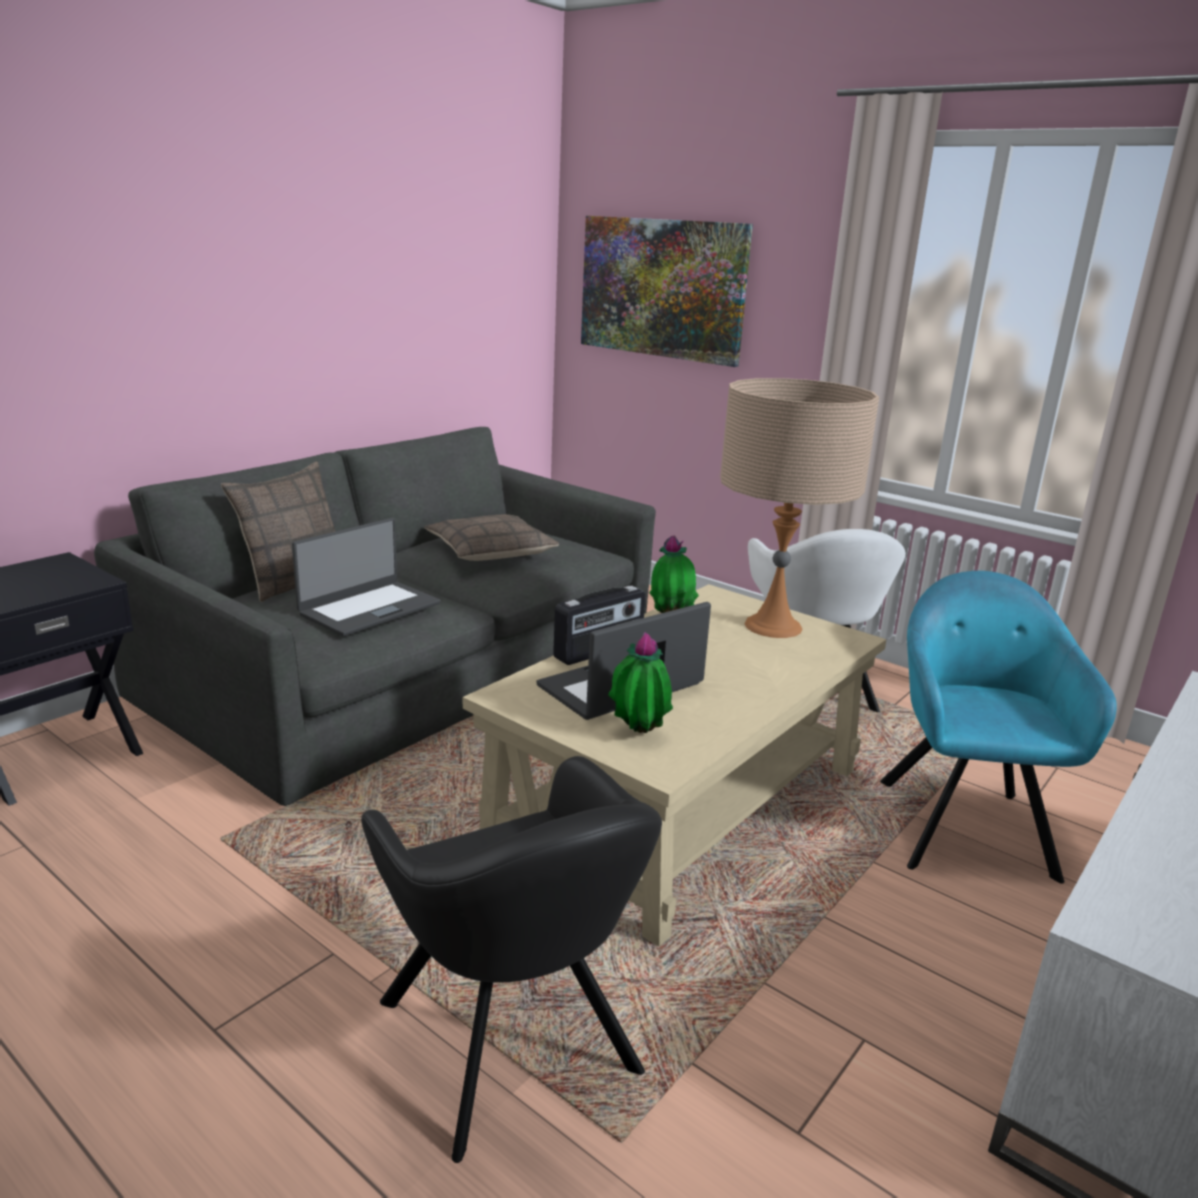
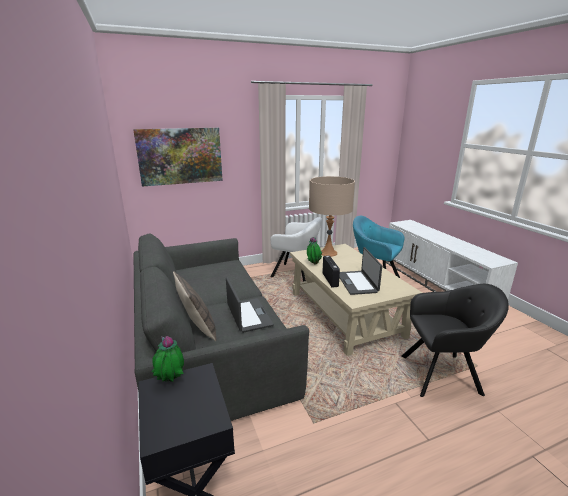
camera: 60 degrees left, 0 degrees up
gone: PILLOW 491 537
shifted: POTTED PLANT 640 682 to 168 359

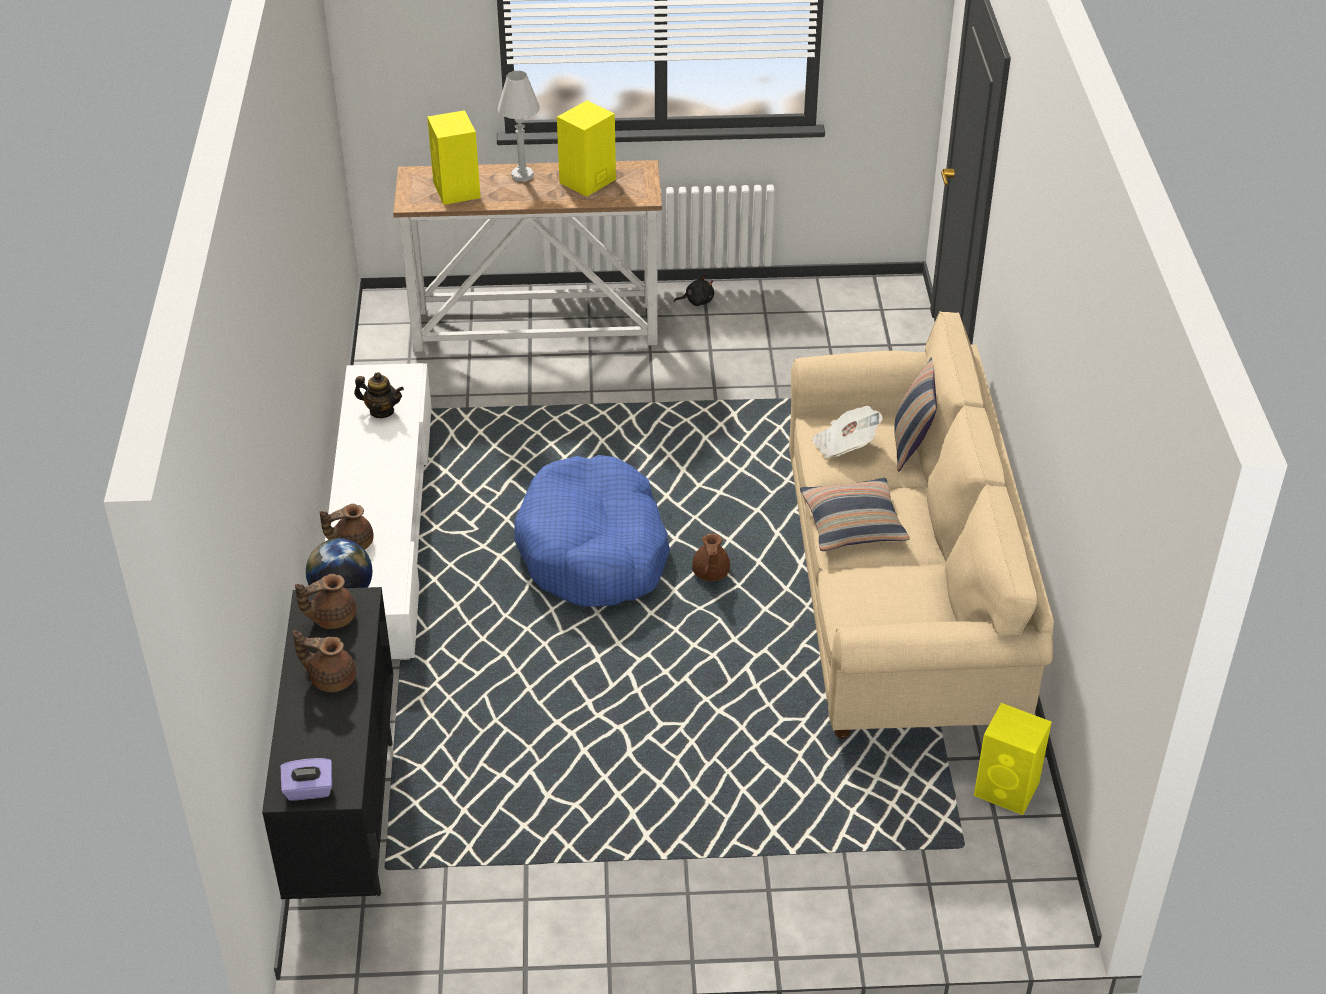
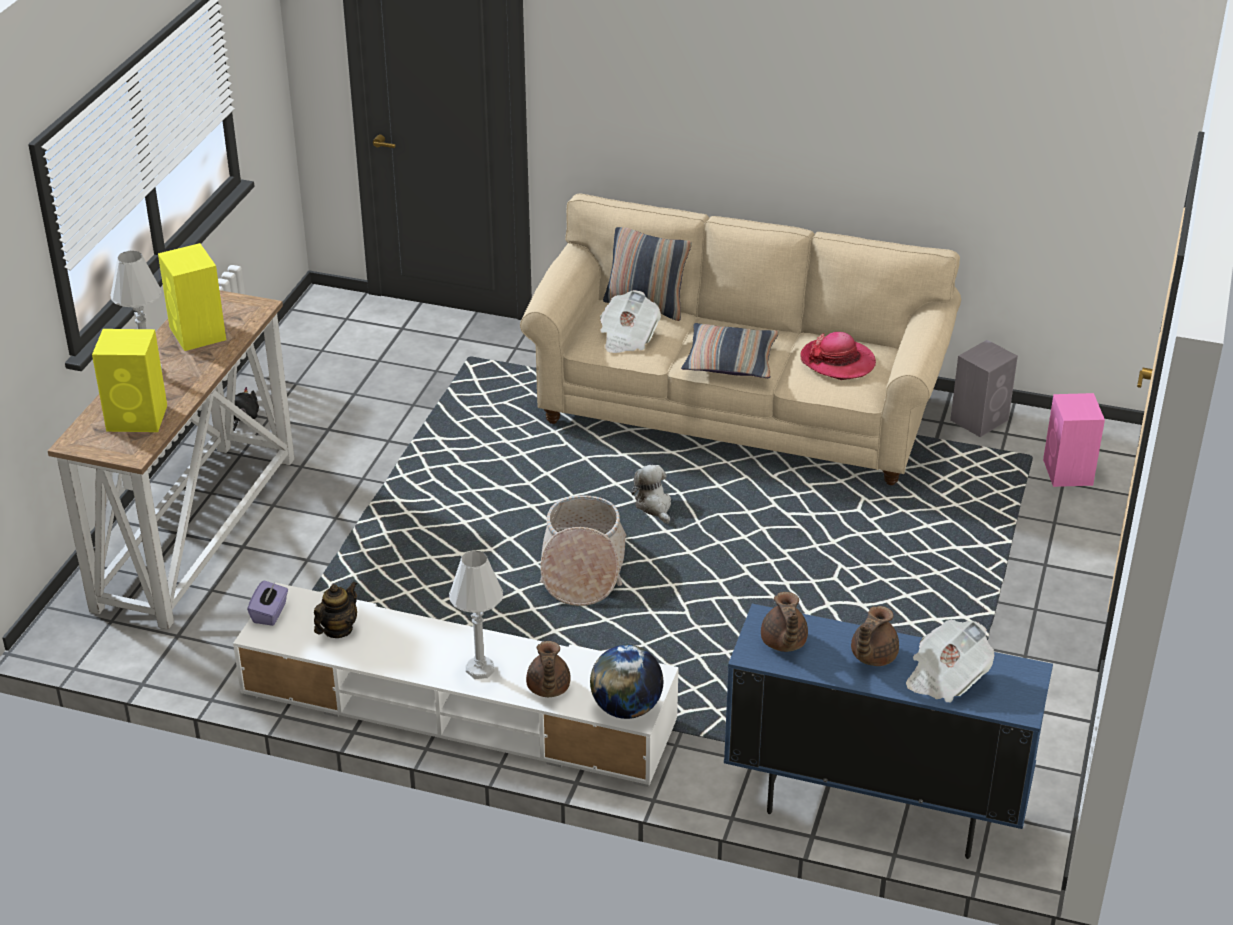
camera: 70 degrees left, 5 degrees down
new: WHITE TABLE LAMP 476 614; HAT 838 356; NEWSPAPER 950 661; PINK SPEAKER 1074 440
shifted: PURPLE TISSUE BOX 306 779 to 267 603
swapped: BLUE DOG BED 592 531 to BASKET 583 550; BROWN TEAPOT 711 557 to PLUSH TOY 651 494
repainted: BLACK CABINET 327 743 to BLUE CABINET 888 731; YELLOW SPEAKER 1013 759 to GREY SPEAKER 984 388

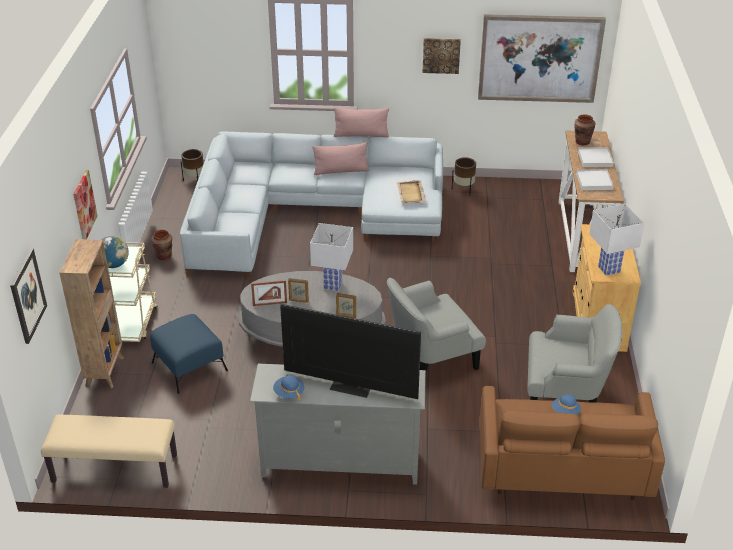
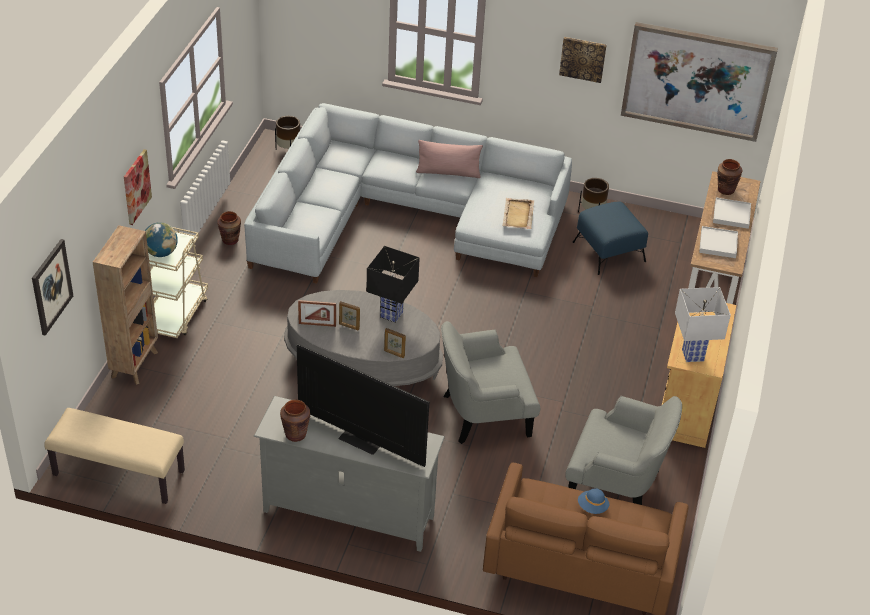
camera: 10 degrees right, 5 degrees up
gone: PINK PILLOW 361 122
shifted: BLUE OTTOMAN 189 354 to 610 238
swapped: BLUE HAT 288 388 to BROWN VASE 295 420
repainted: WHITE TABLE LAMP 331 257 to BLACK TABLE LAMP 393 284

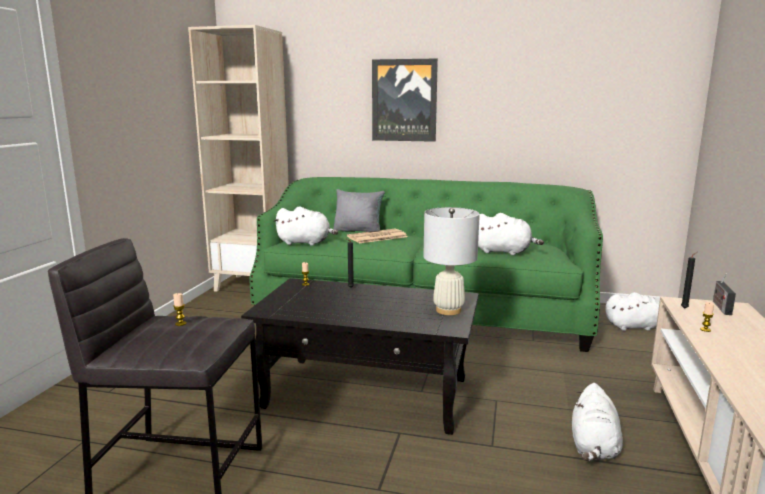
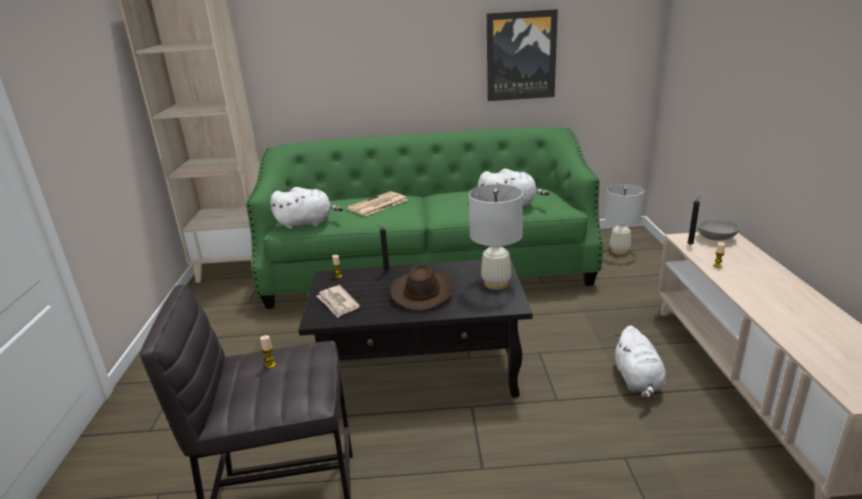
camera: 15 degrees left, 10 degrees up
gone: GREY PILLOW 359 210
new: NEWSPAPER 338 301; BROWN HAT 421 287
shifted: PICTURE 405 100 to 522 55
swapped: WHITE PLUSH TOY 632 311 to WHITE TABLE LAMP 624 219; RADIO 724 294 to GREY BOWL 718 229

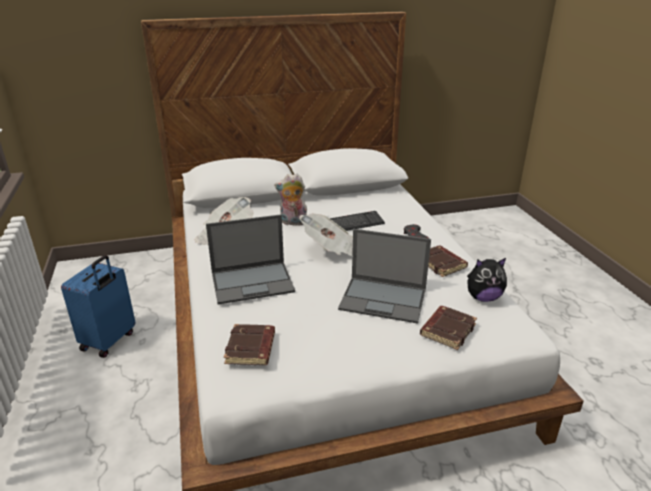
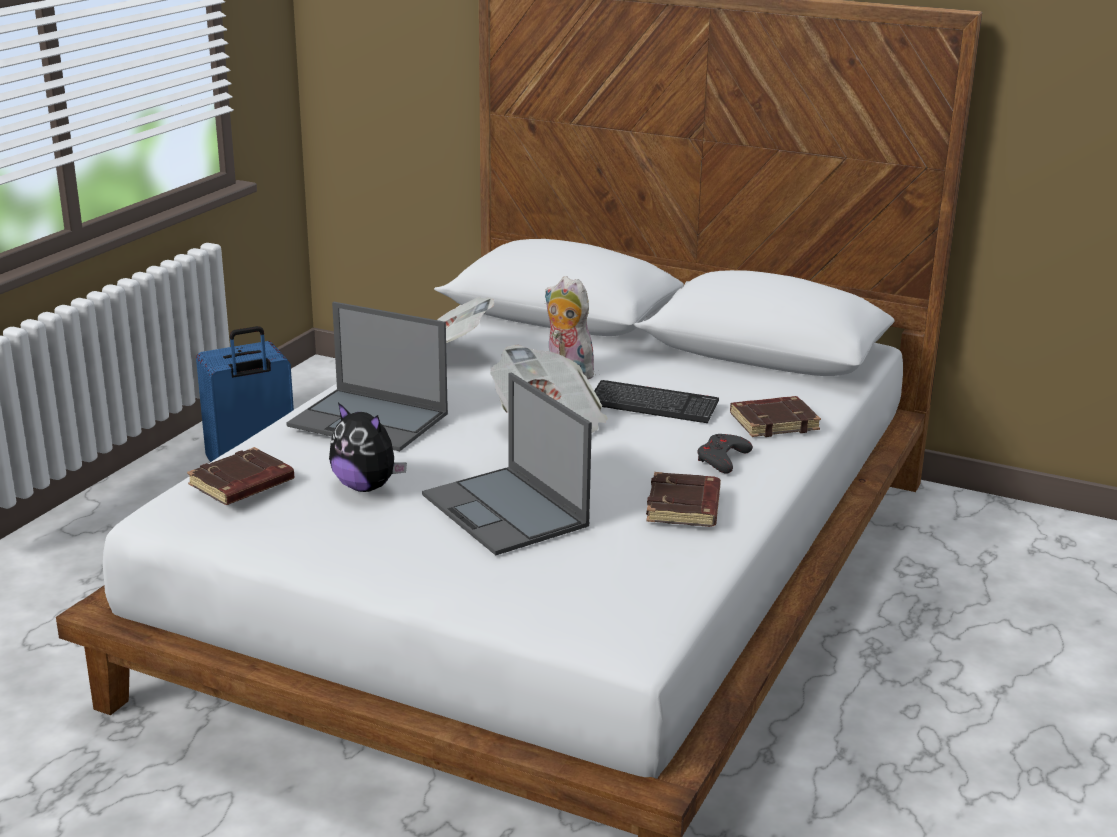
camera: 40 degrees right, 5 degrees down
shifted: PLUSH TOY 487 280 to 368 447; BROWN BOOK 448 328 to 775 416

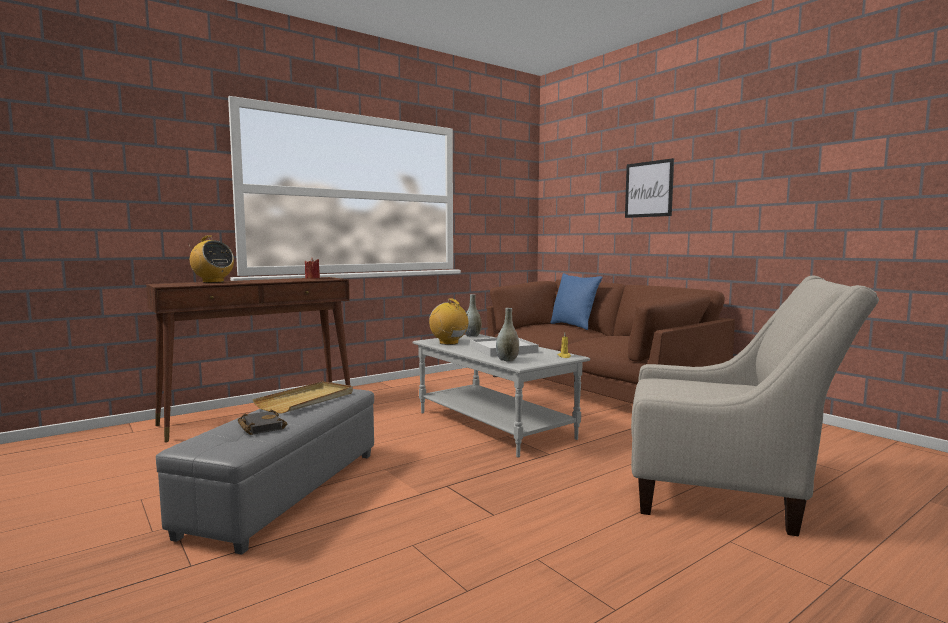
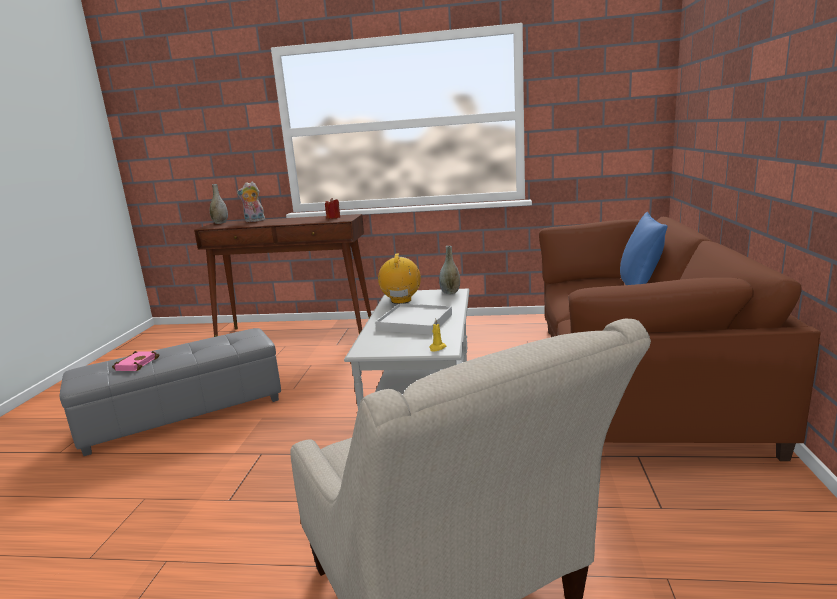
camera: 45 degrees right, 10 degrees up
gone: BEIGE TRAY 303 397; PICTURE 649 188
shifted: GREY VASE 507 335 to 219 204
swapped: RADIO 211 259 to PLUSH TOY 251 202
repainted: BLACK BOOK 262 422 to PINK BOOK 136 361

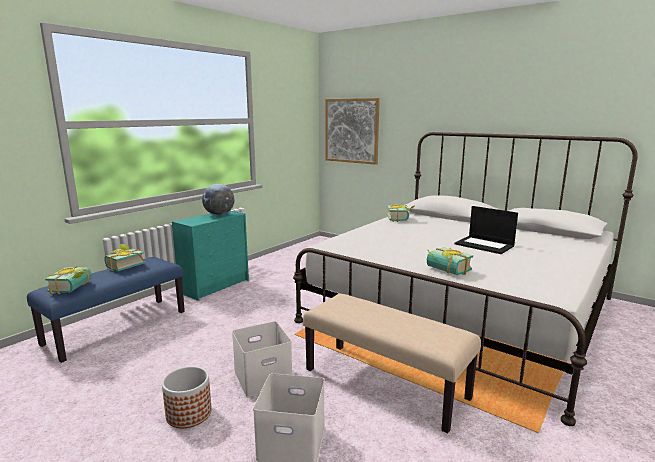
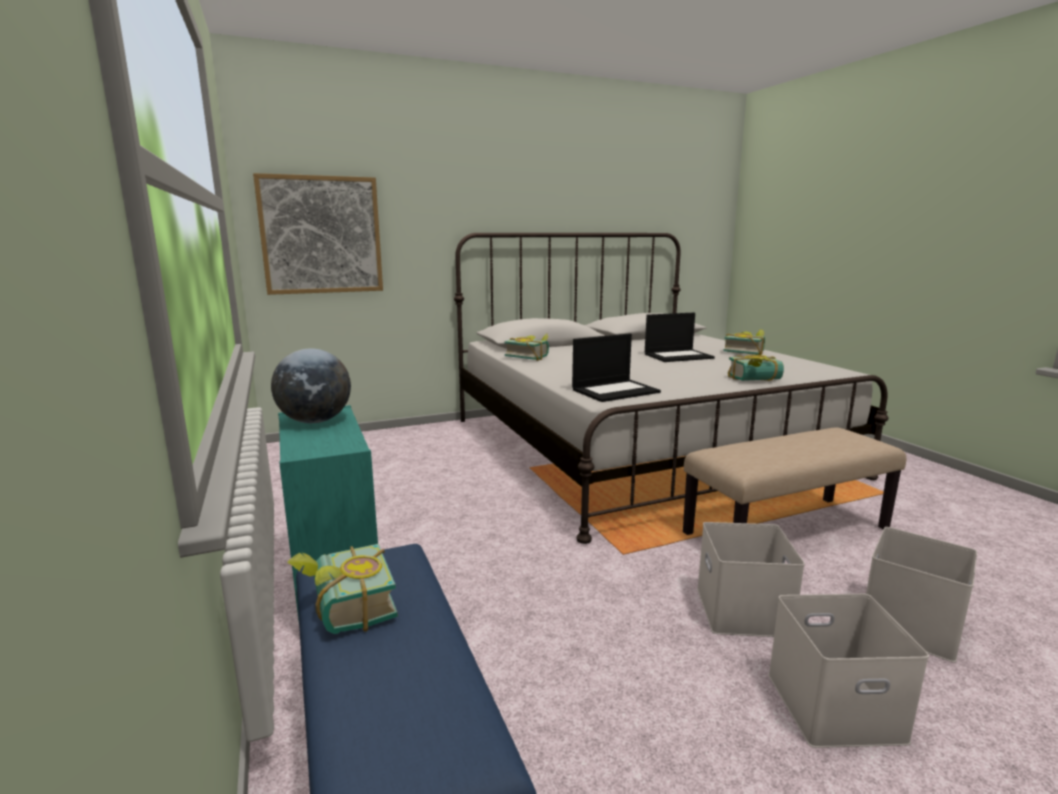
camera: 60 degrees left, 0 degrees up
new: LAPTOP 616 367
shifted: BOOK 68 280 to 744 342
swapped: PLANTER 187 397 to WHITE STORAGE BOX 848 671

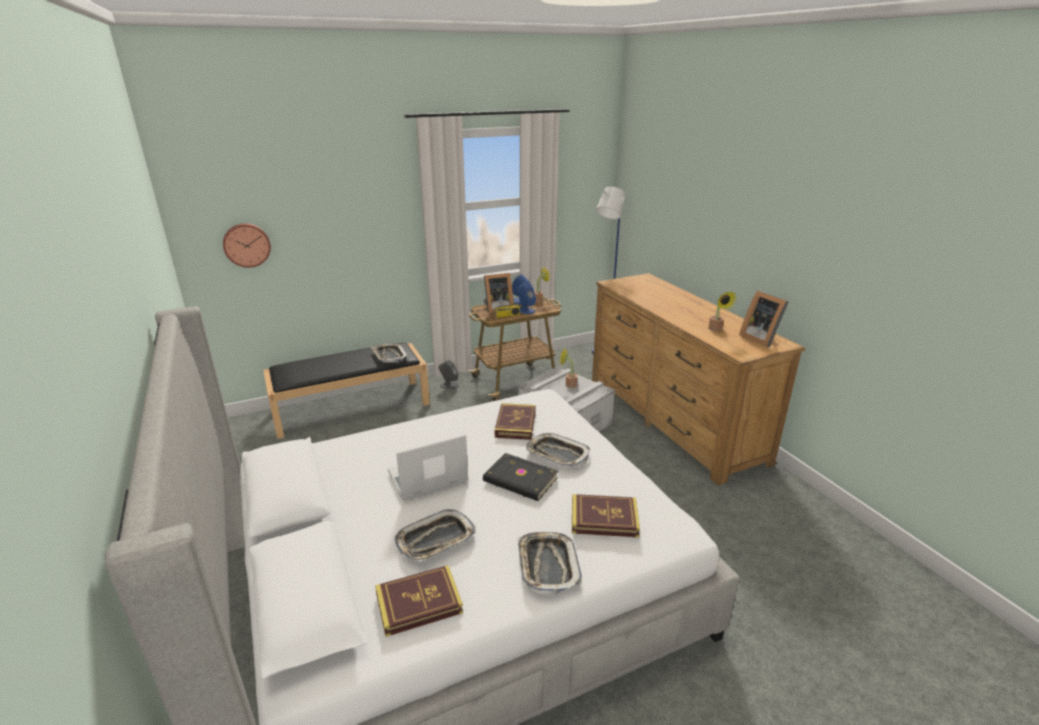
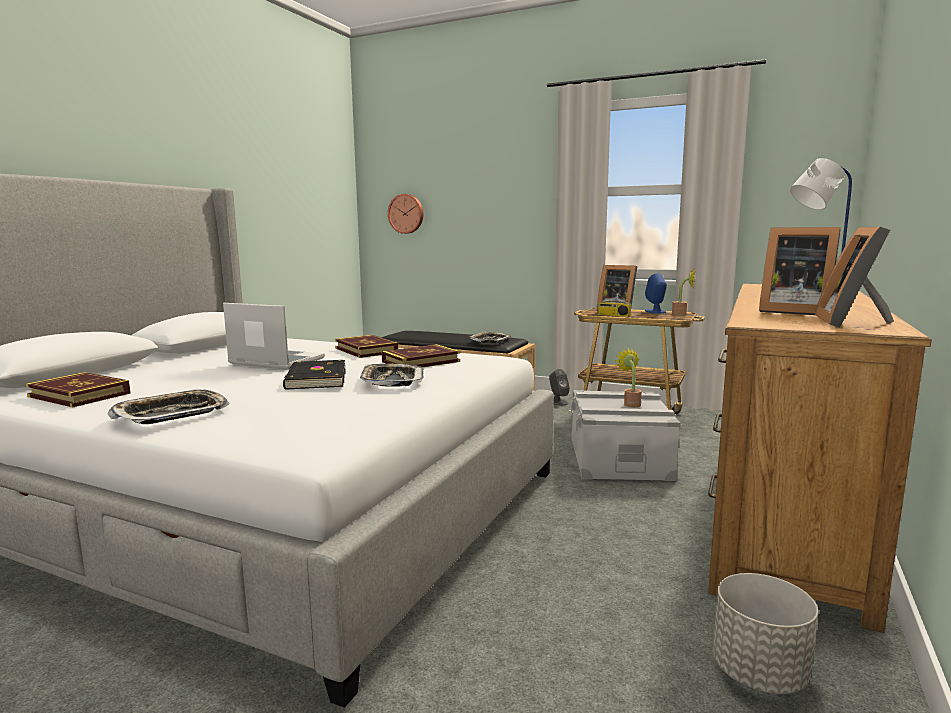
camera: 50 degrees right, 15 degrees down
gone: TRAY 435 535; BLUE SPEAKER 526 298
new: GREY PLANTER 765 633
shifted: BOOK 606 515 to 366 346
swapped: POTTED PLANT 722 311 to PICTURE FRAME 799 271

